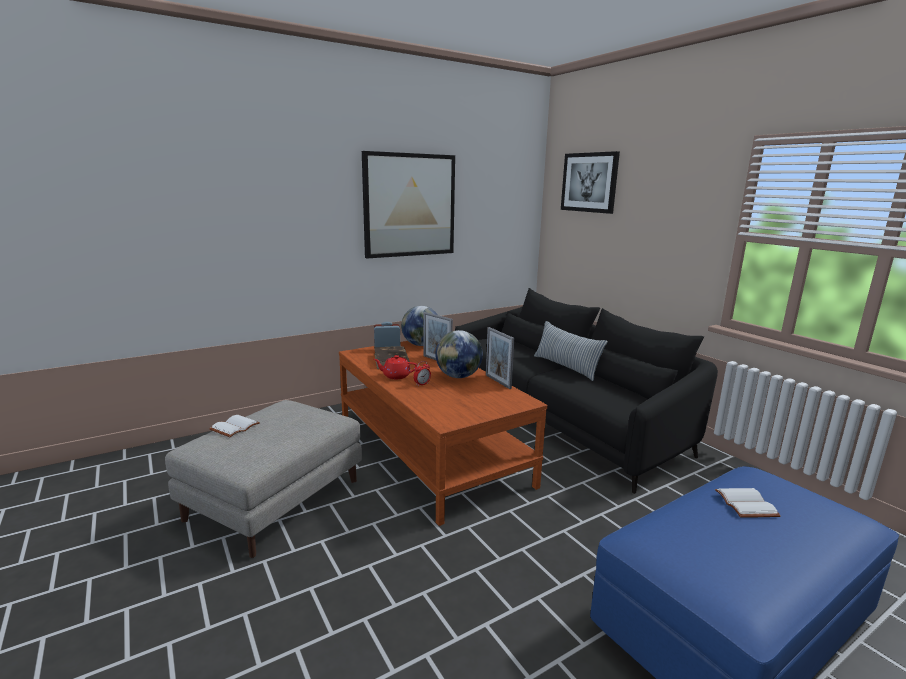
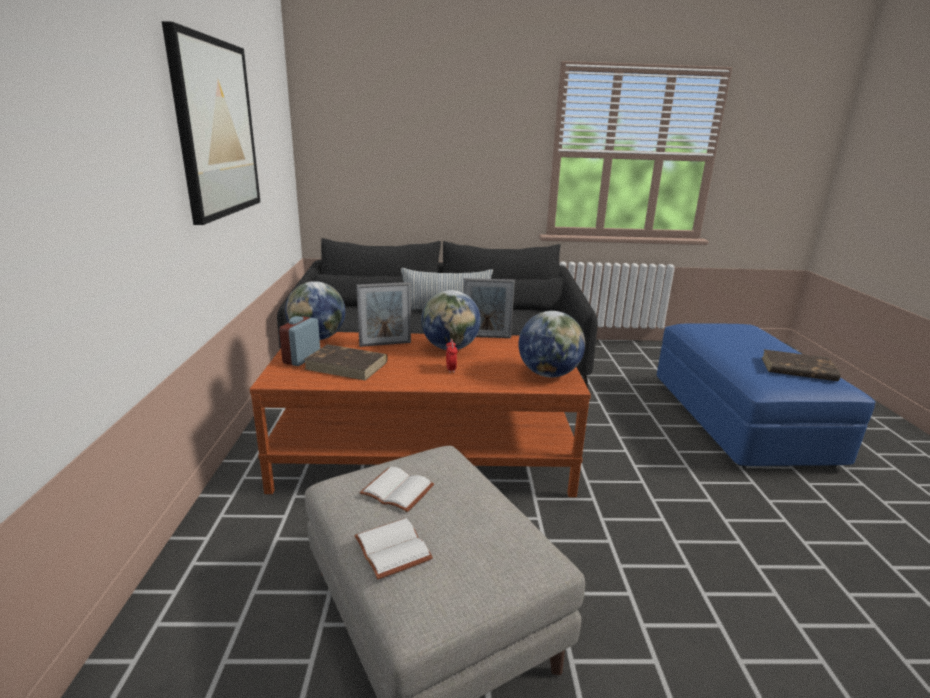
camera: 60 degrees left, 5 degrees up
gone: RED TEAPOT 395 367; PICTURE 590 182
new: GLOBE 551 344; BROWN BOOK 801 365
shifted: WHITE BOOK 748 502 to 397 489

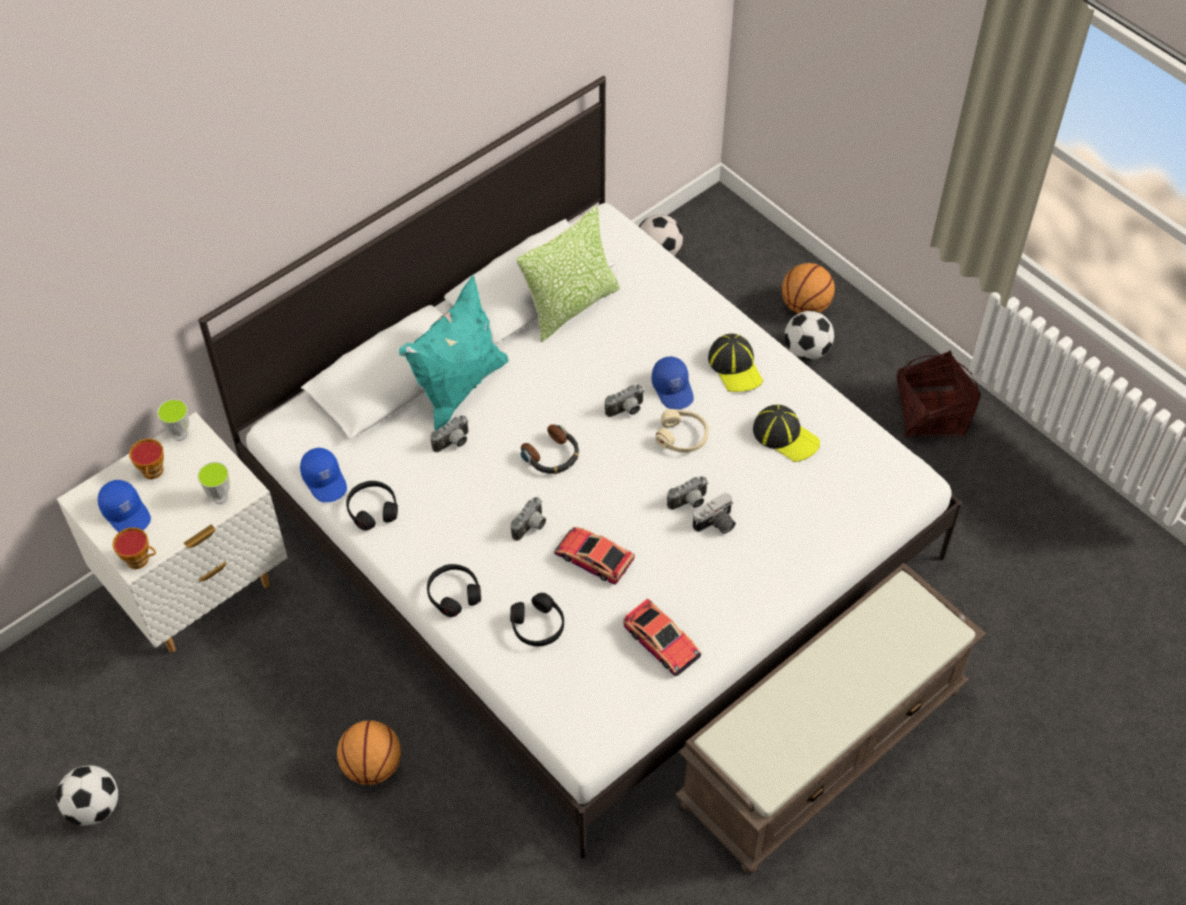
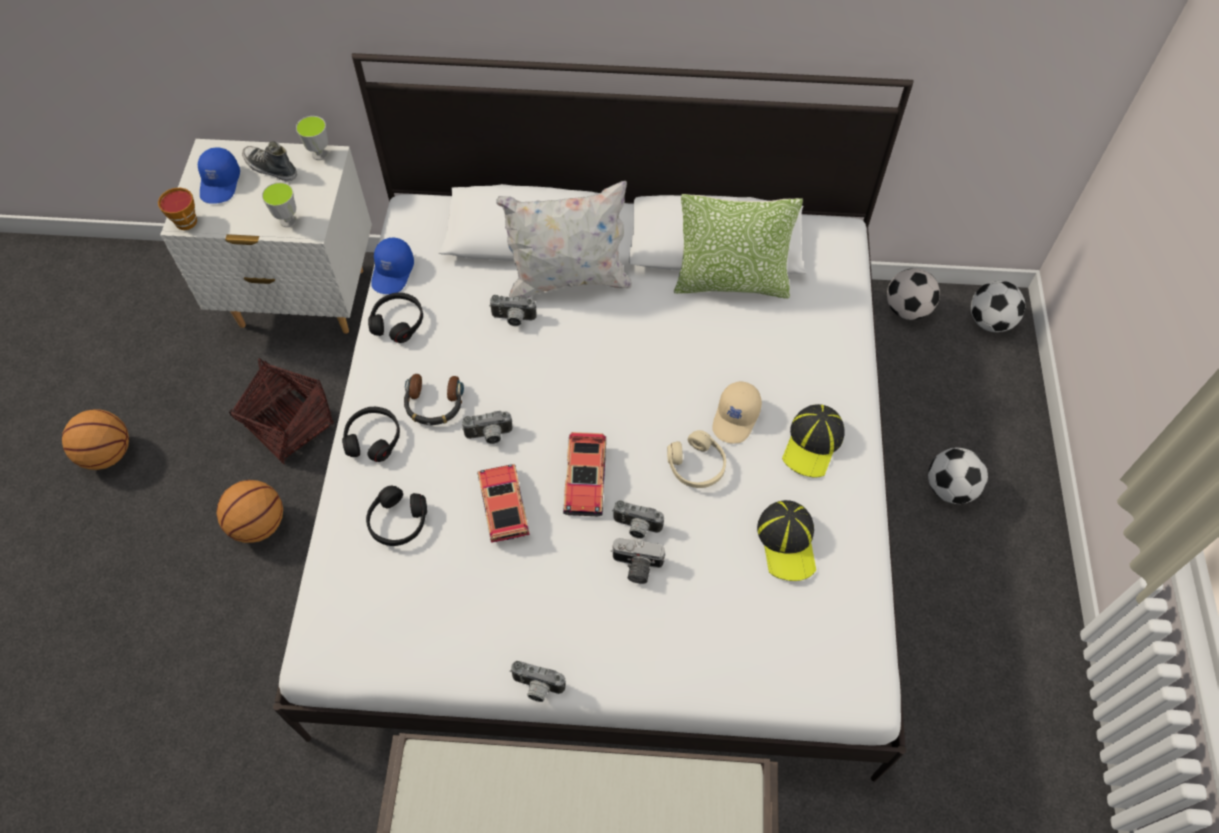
camera: 45 degrees right, 5 degrees up
shifted: BASKETBALL 808 288 to 95 439; BASKET 939 394 to 281 411; HEADPHONES 550 449 to 434 399; PHOTO CAMERA 625 401 to 537 681; TOY CAR 662 637 to 584 474; FOOTBALL 87 795 to 998 306
swapped: CUP 146 459 to SHOE 269 161
repainted: TURQUOISE PILLOW 453 353 to WHITE PILLOW 564 239; BLUE CAP 673 382 to BEIGE CAP 737 412

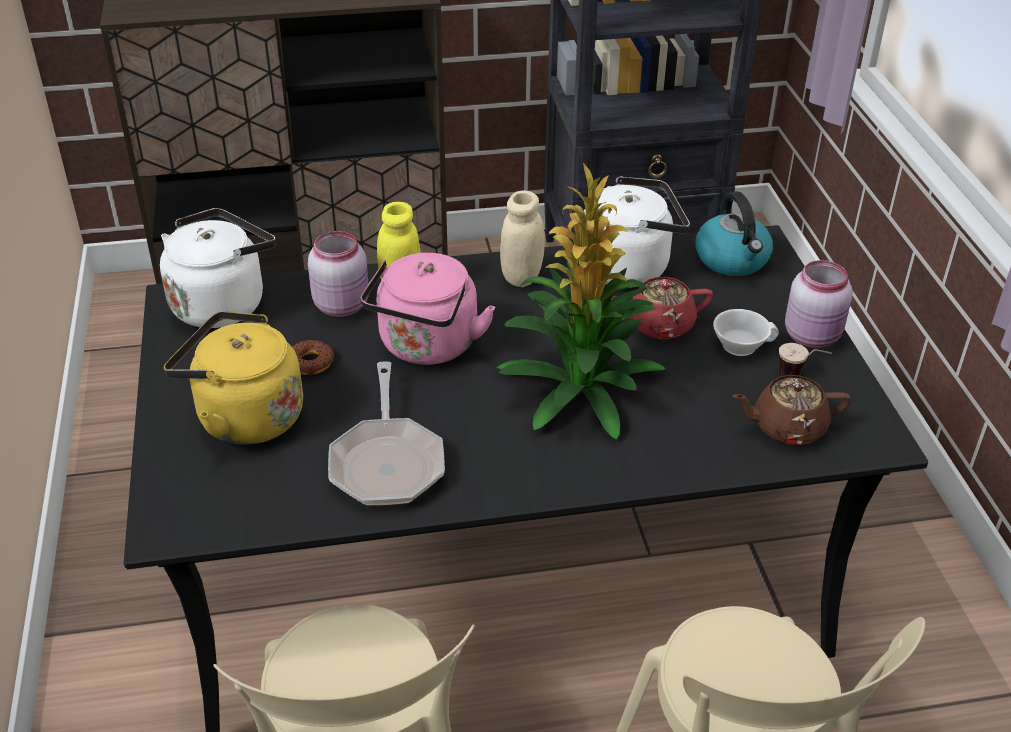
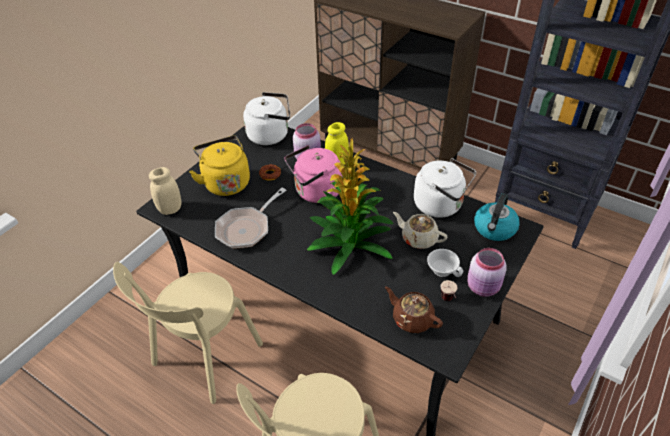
camera: 45 degrees right, 5 degrees up
shifted: BEIGE JAR 522 239 to 165 191
repainted: RED TEAPOT 662 308 to BEIGE TEAPOT 420 230

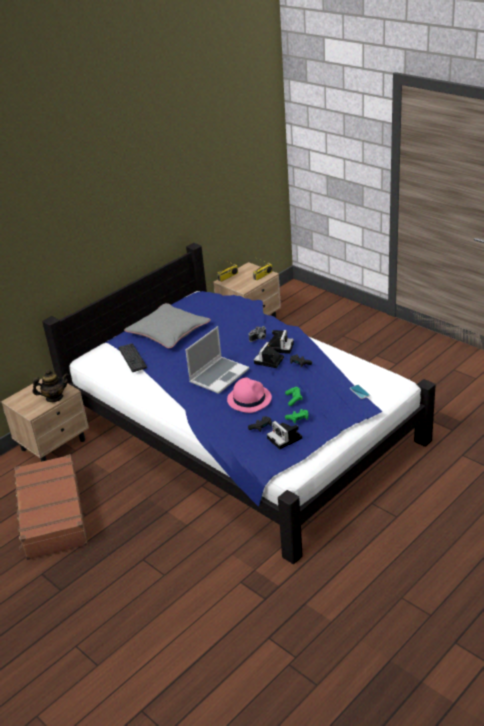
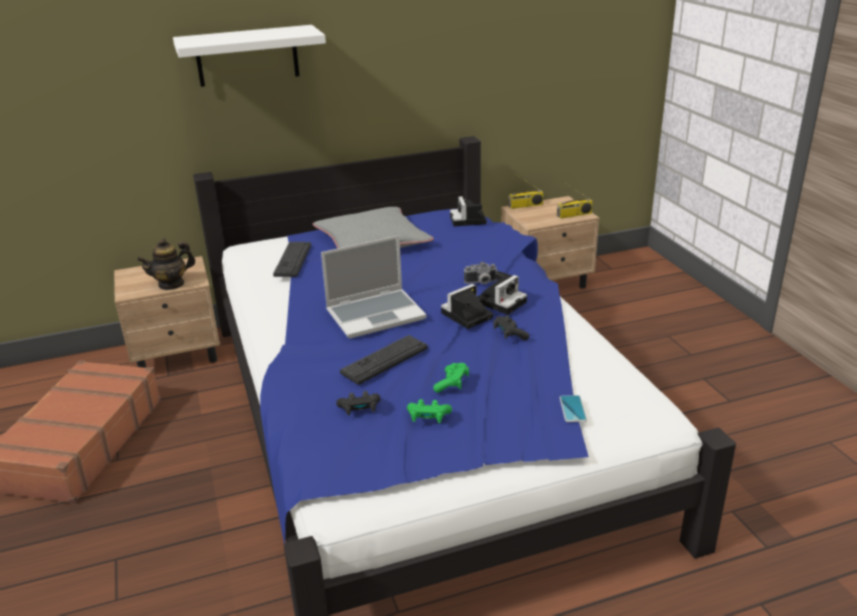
camera: 25 degrees right, 5 degrees down
new: WHITE SHELF 249 56
shifted: PHOTO CAMERA 284 435 to 468 211
swapped: PINK HAT 249 395 to KEYBOARD 384 360
rotated: TEAPOT 50 385 = 166 264 135 degrees clockwise

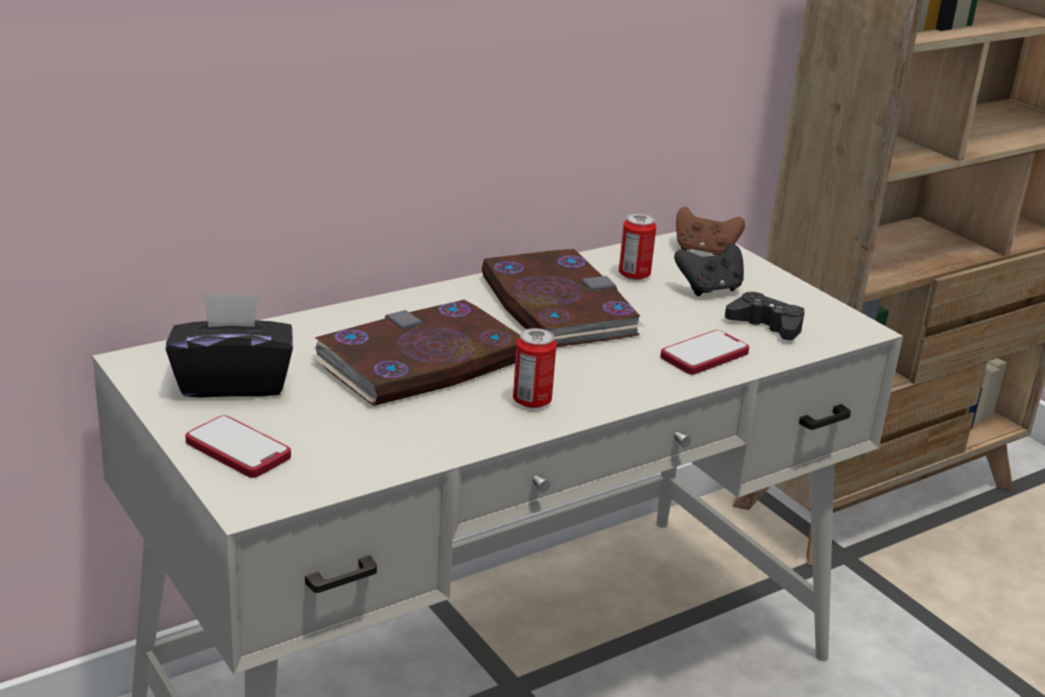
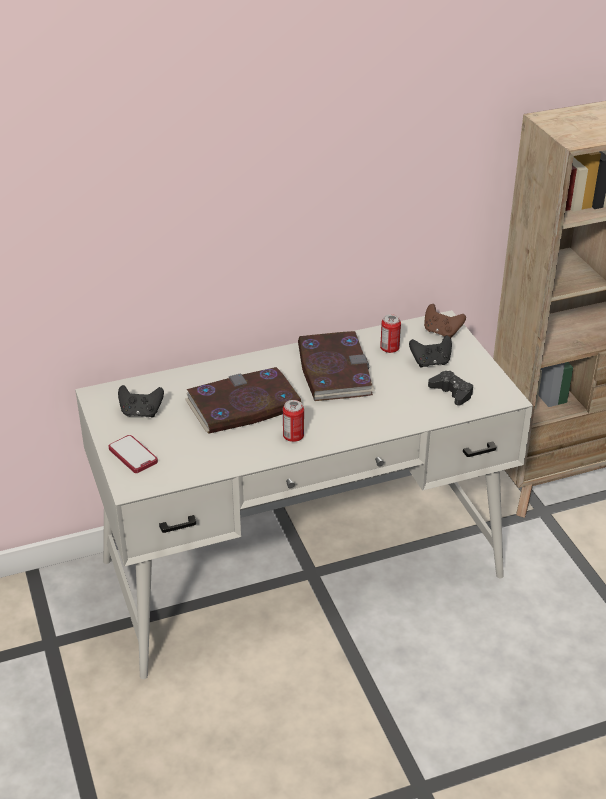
camera: 15 degrees right, 10 degrees up
gone: PHONE 704 352
swapped: BLACK TISSUE BOX 229 346 to BLACK GAME CONTROLLER 141 401

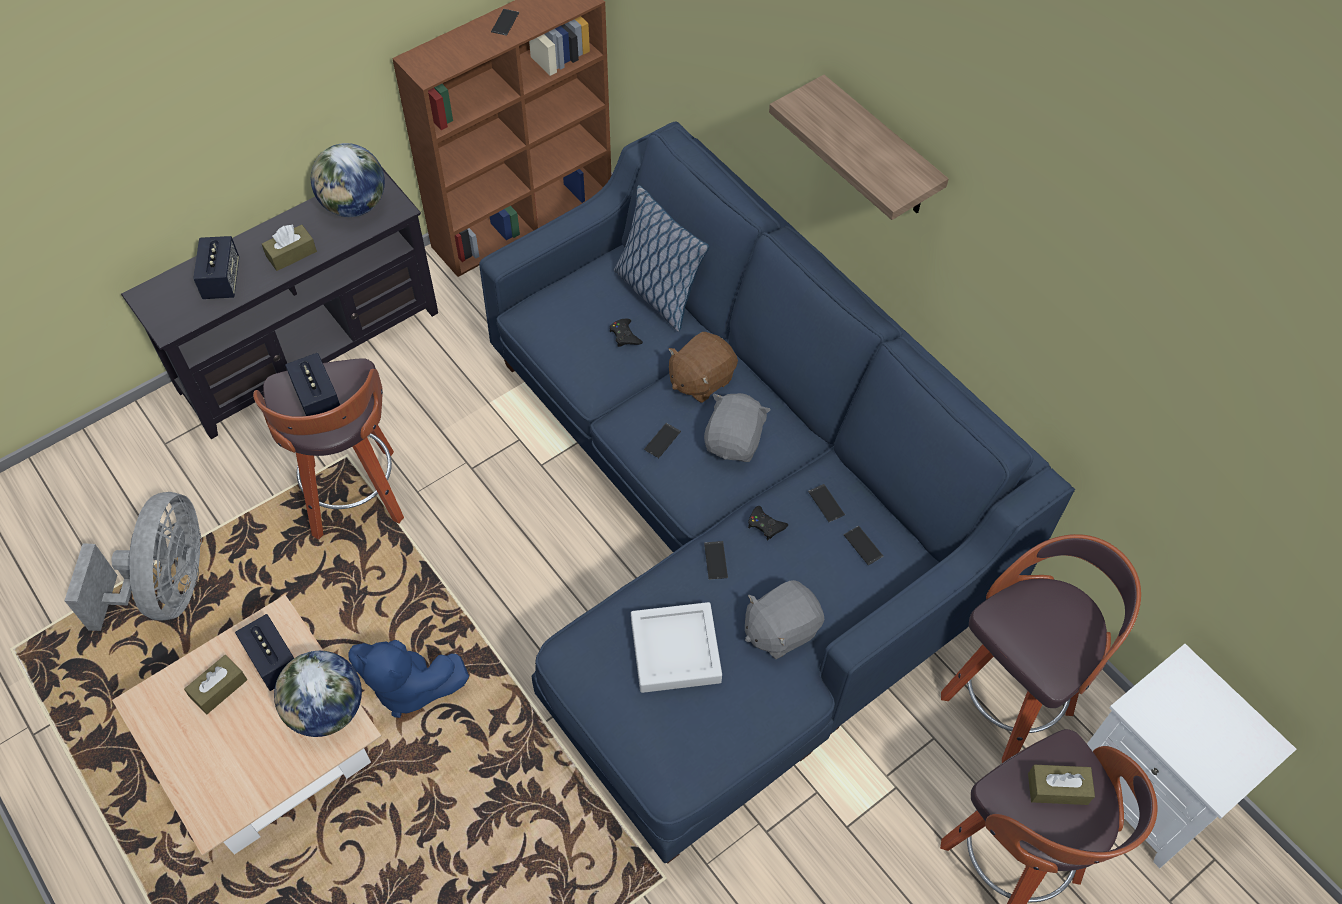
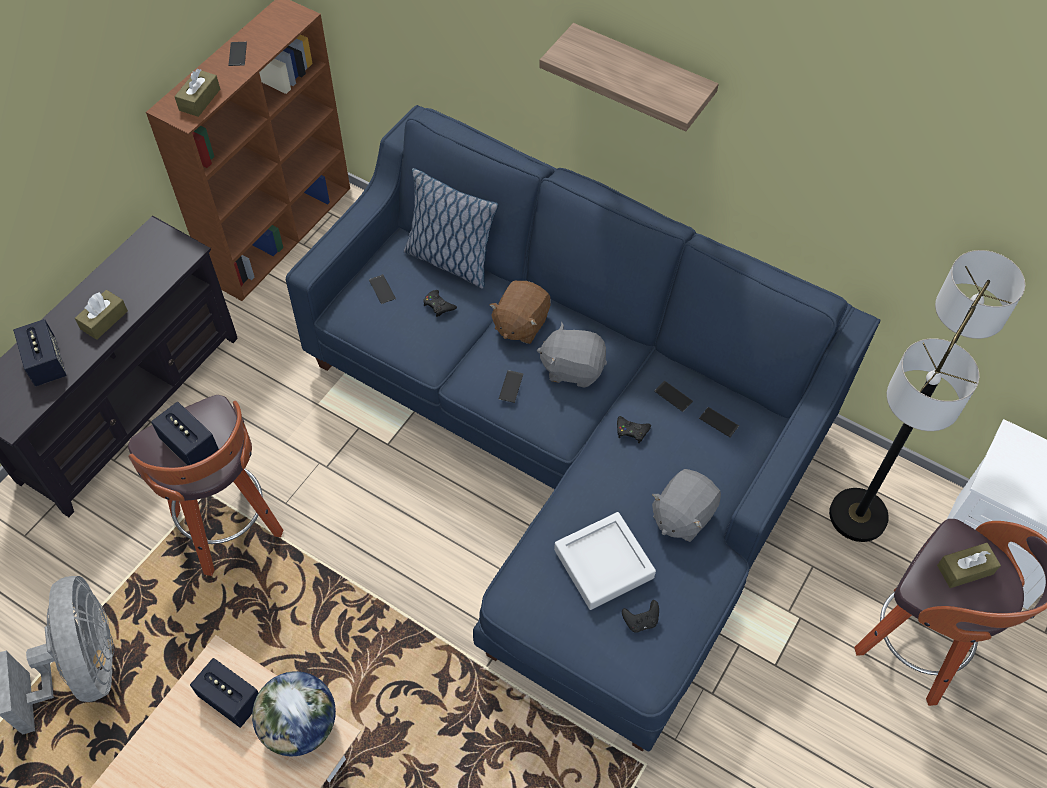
camera: 20 degrees left, 0 degrees up
gone: GLOBE 348 180; BLUE PLUSH TOY 408 679
new: BLACK GAME CONTROLLER 640 616
shifted: BROWN TISSUE BOX 215 684 to 197 93; PHONE 716 560 to 382 289
swapped: STOOL 1041 648 to FLOOR LAMP 927 396
rotated: GREY PLUSH TOY 737 427 = 572 355 75 degrees counterclockwise

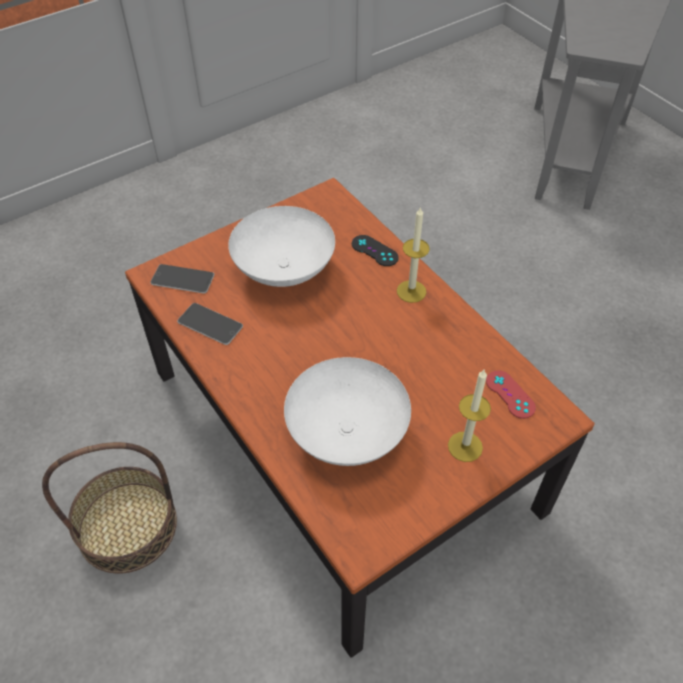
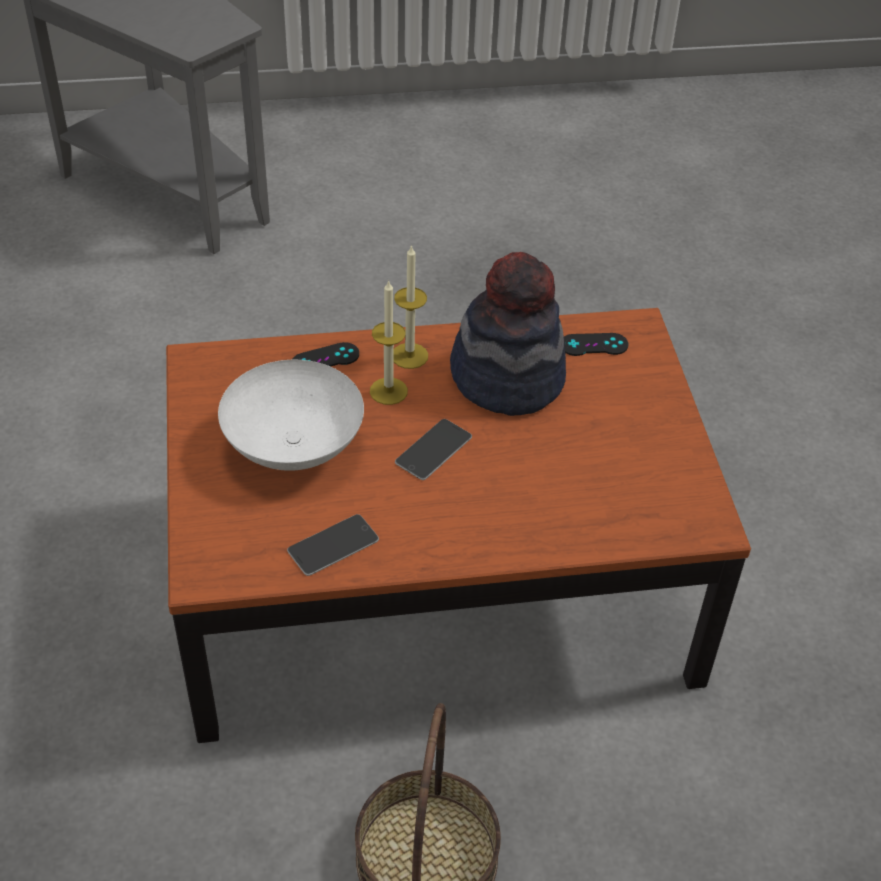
camera: 65 degrees left, 5 degrees down
gone: WHITE BOWL 347 411
new: HAT 508 334
shifted: CANDLE 469 416 to 389 342; PHONE 182 278 to 433 449
repainted: RED GAME CONTROLLER 511 394 to BLACK GAME CONTROLLER 596 344

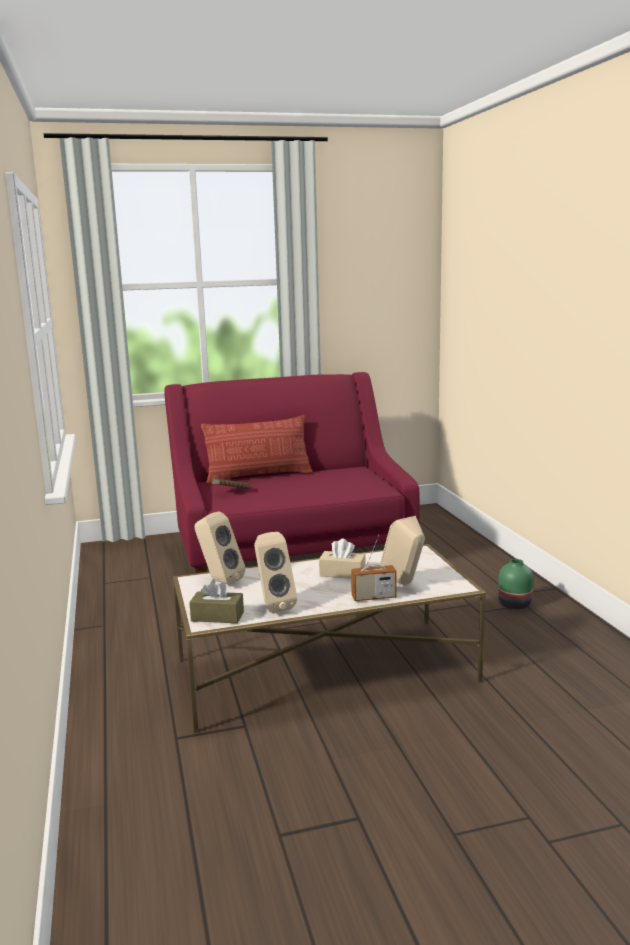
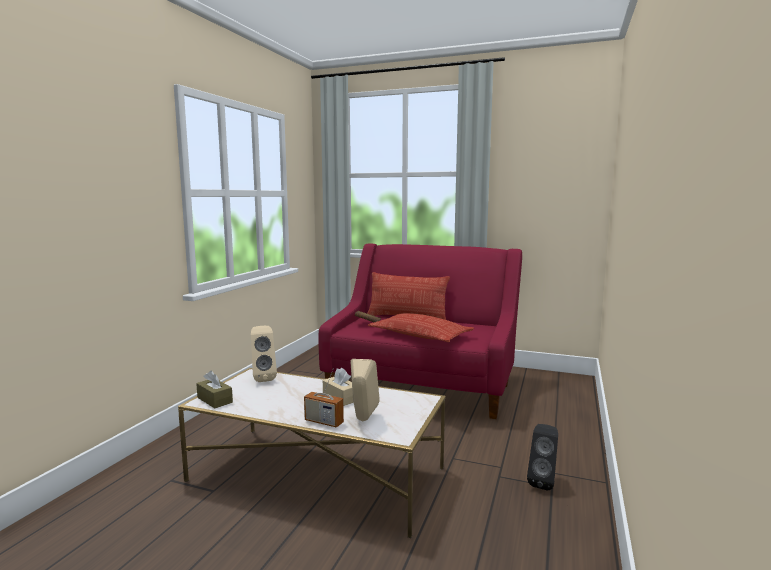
camera: 35 degrees right, 5 degrees down
gone: BEIGE SPEAKER 275 573
new: PILLOW 421 327
swapped: GREEN VASE 515 584 to BLACK SPEAKER 542 457

